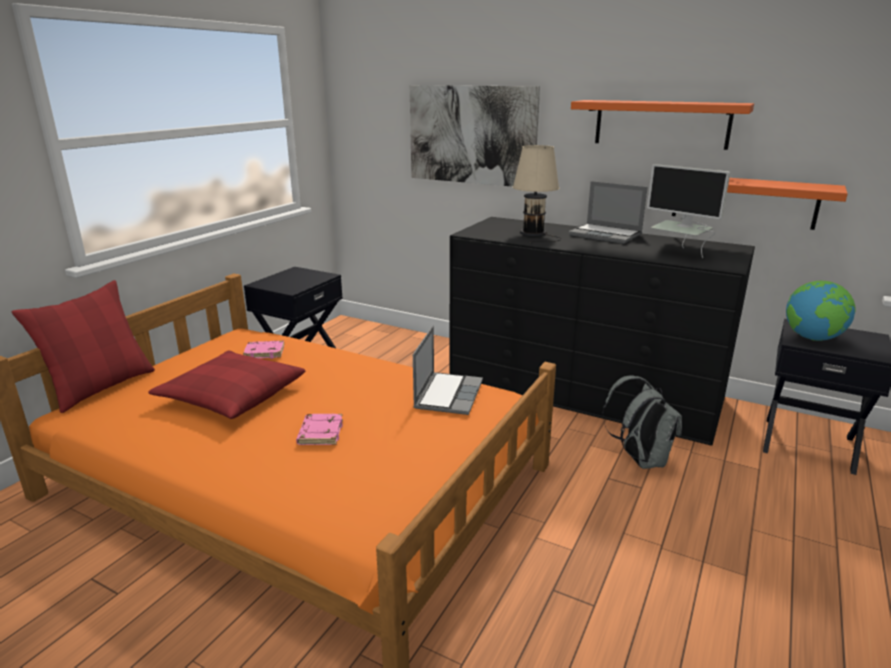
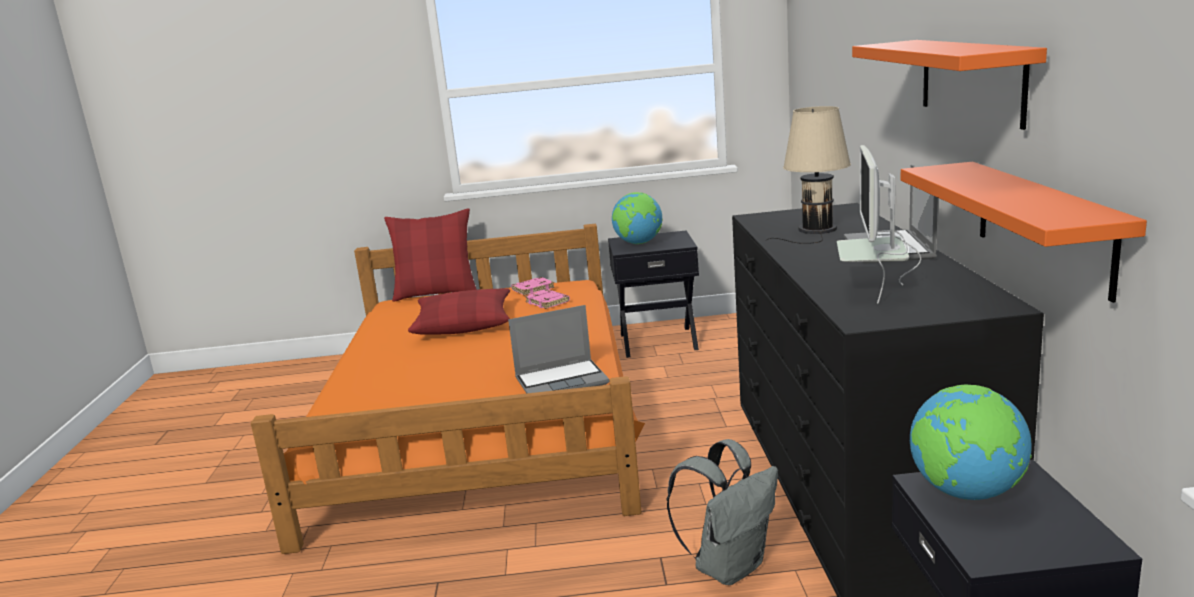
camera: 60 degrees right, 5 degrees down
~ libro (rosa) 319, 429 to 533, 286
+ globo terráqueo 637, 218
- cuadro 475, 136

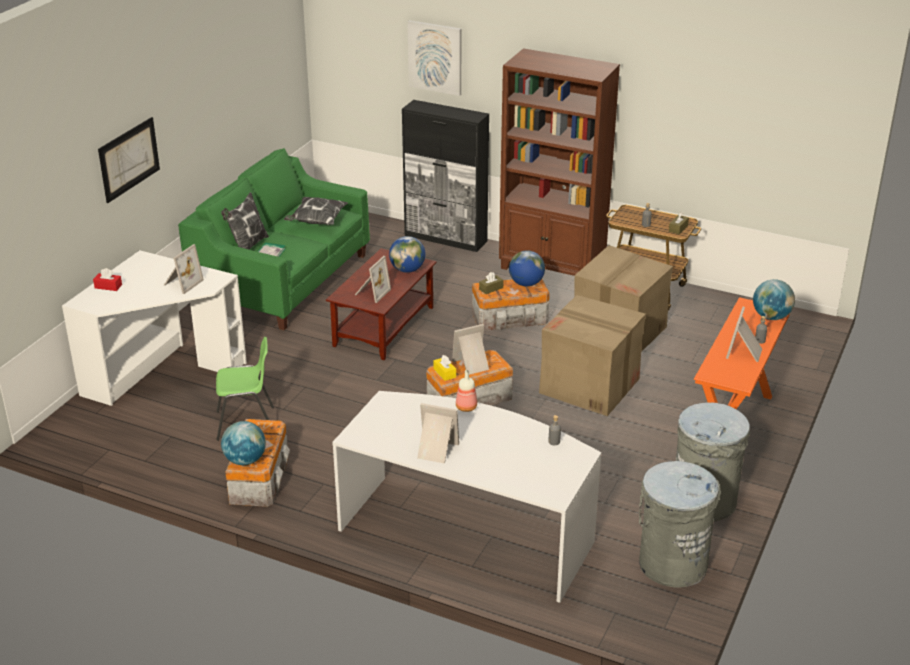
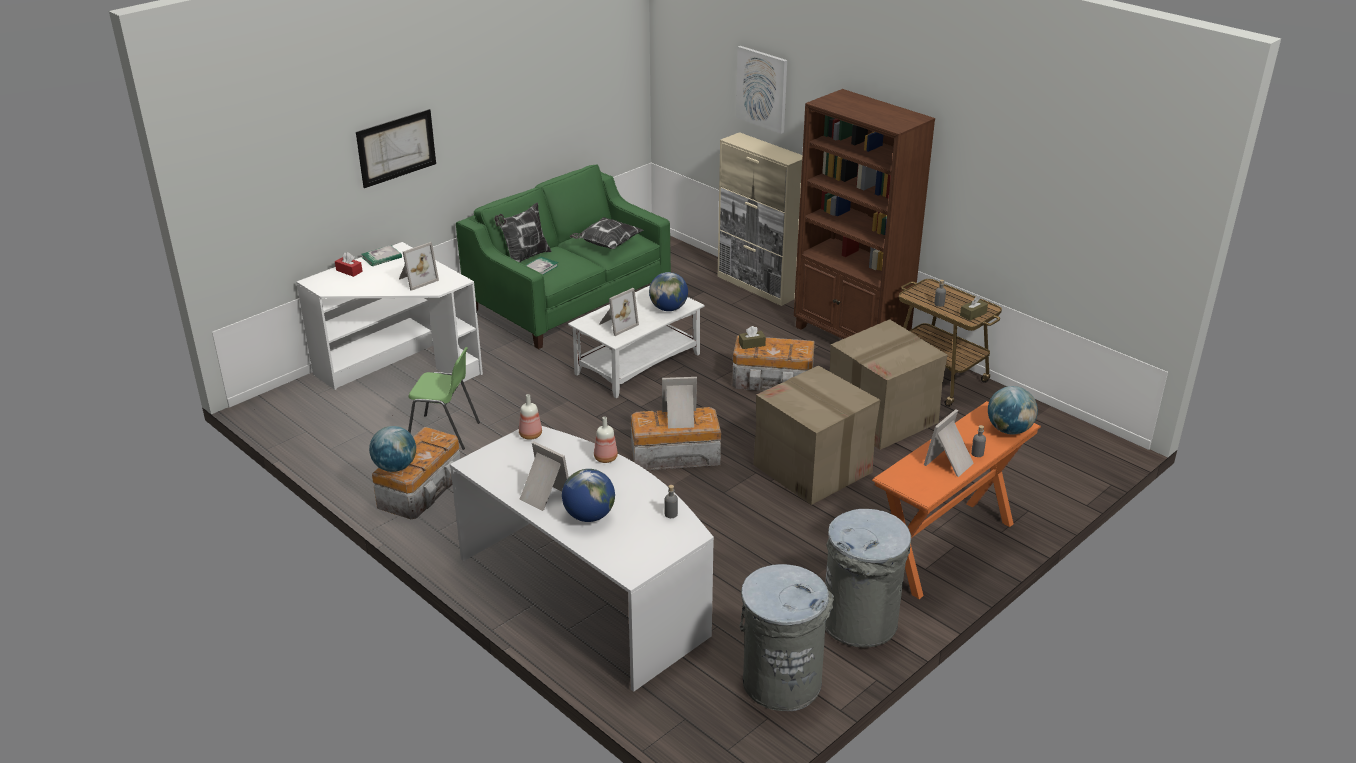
camera: 20 degrees right, 0 degrees up
+ libro 382, 255
+ botella 530, 417
~ globo terráqueo 527, 268 to 588, 495
~ mesa de centro (marrón) 381, 304 to mesa de centro (blanco) 636, 342
~ armario (negro) 445, 176 to armario (beis) 760, 219
- caja de pañuelos (amarillo) 445, 368

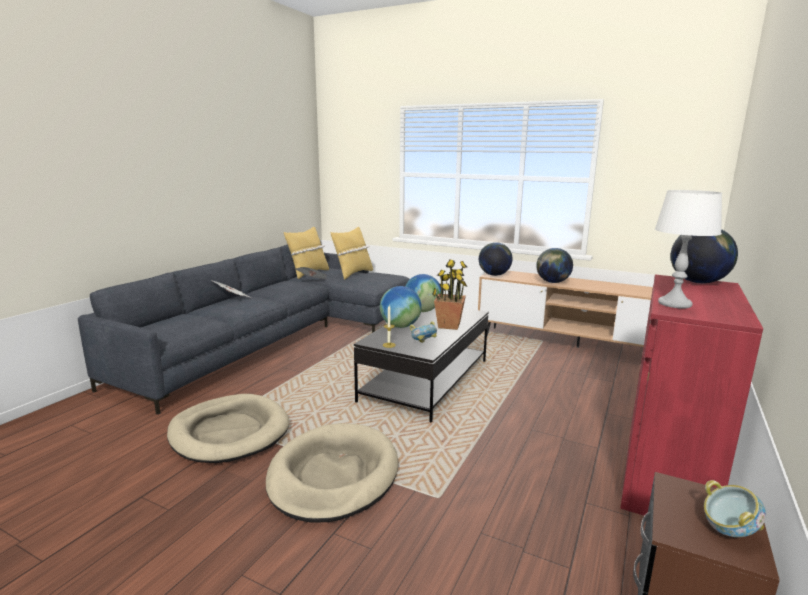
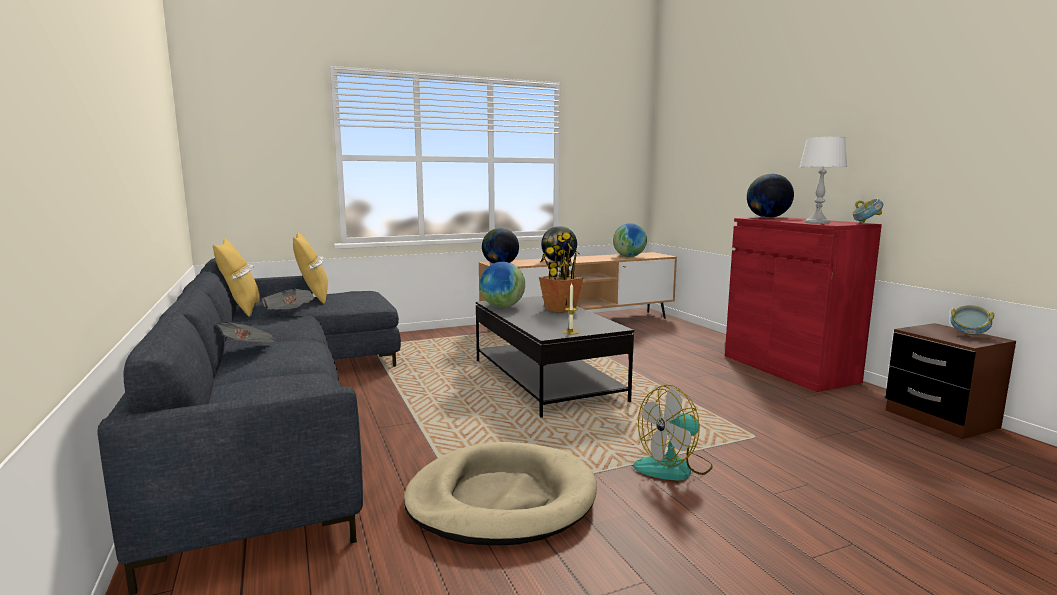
camera: 50 degrees left, 5 degrees down
~ globo terráqueo 401, 307 to 630, 240
~ cama para perro (beis) 332, 472 to ventilador 673, 432
~ cuenco 423, 332 to 867, 211

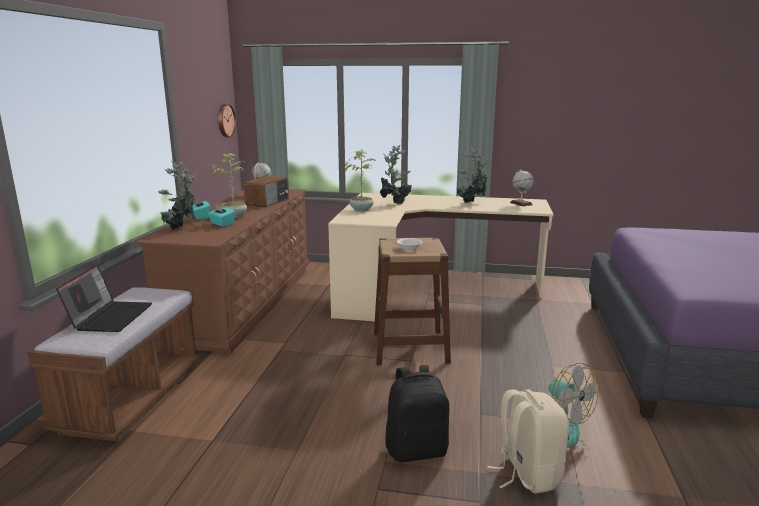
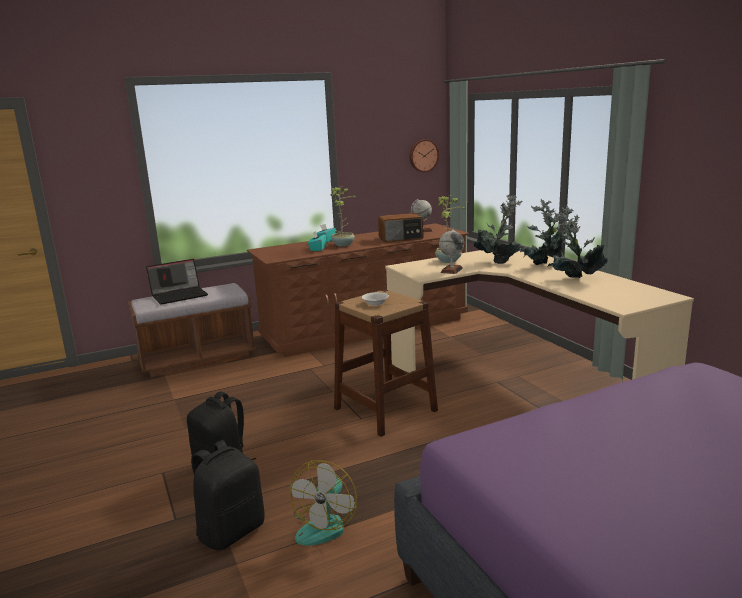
camera: 55 degrees right, 0 degrees up
~ mochila (beis) 528, 441 to mochila (negro) 227, 495
~ globo terráqueo 522, 187 to 451, 251
~ planta en maceta 177, 195 to 544, 232

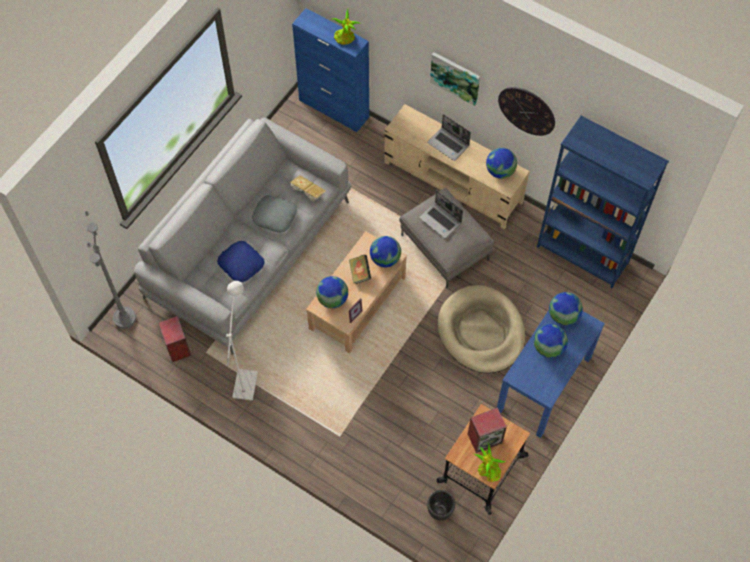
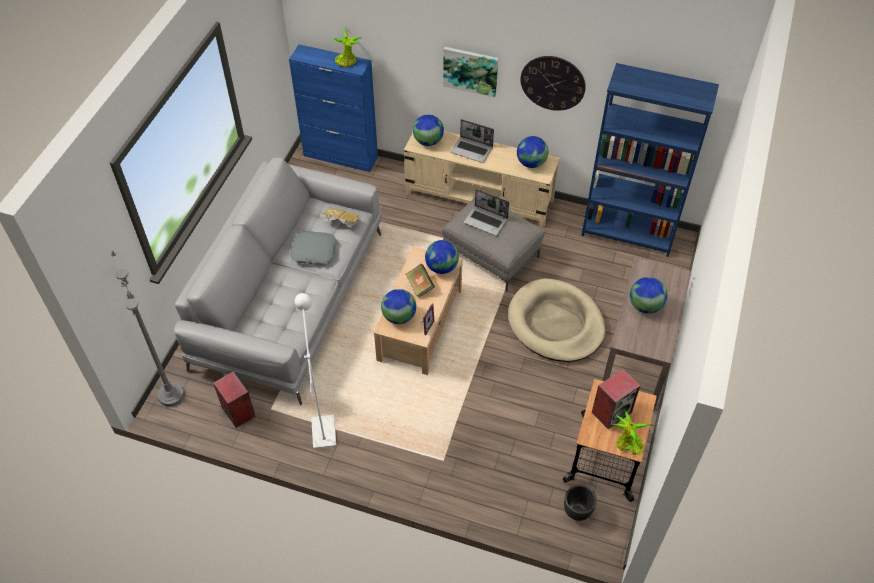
camera: 15 degrees left, 10 degrees down
~ globo terráqueo 566, 308 to 428, 130
~ mesa consola (azul) 551, 374 to mesa consola (marrón) 647, 334
- cojín (azul) 241, 261

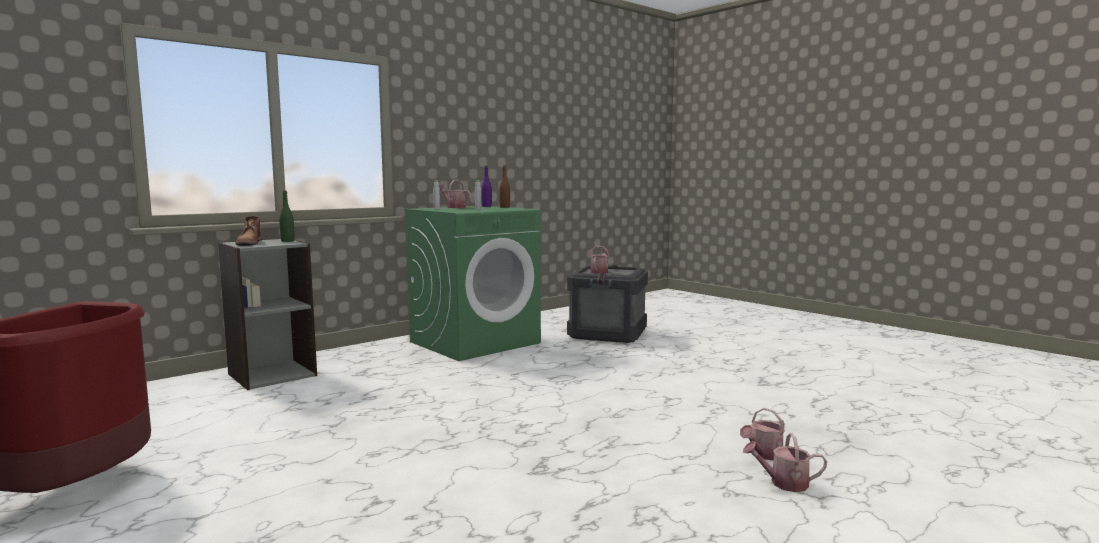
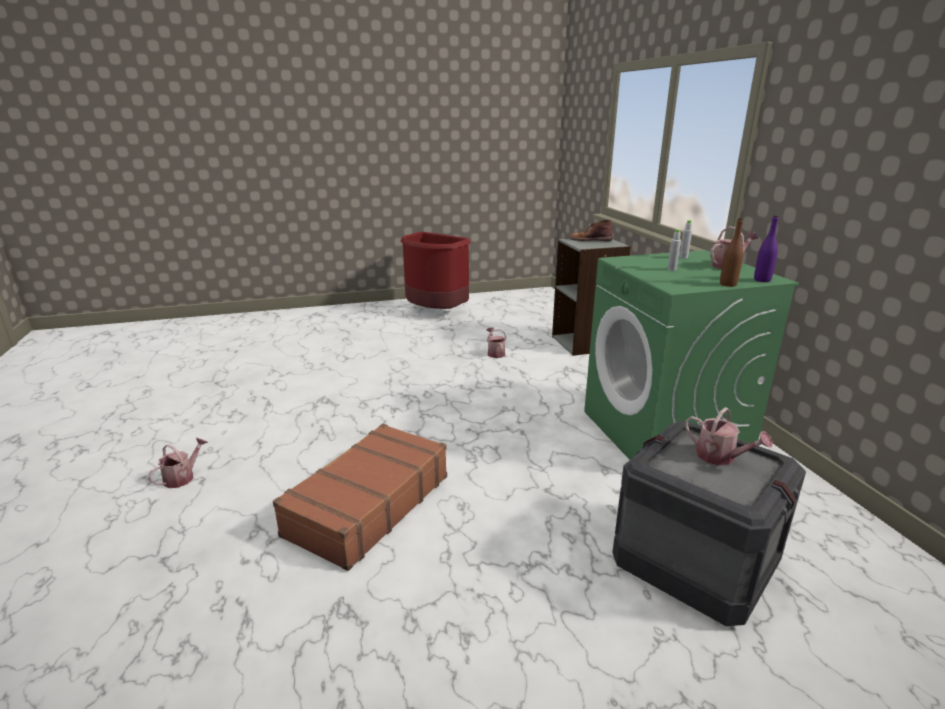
camera: 115 degrees right, 15 degrees up
+ maleta (marrón) 360, 497
~ regadera 762, 434 to 496, 342
- botella (verde) 287, 216

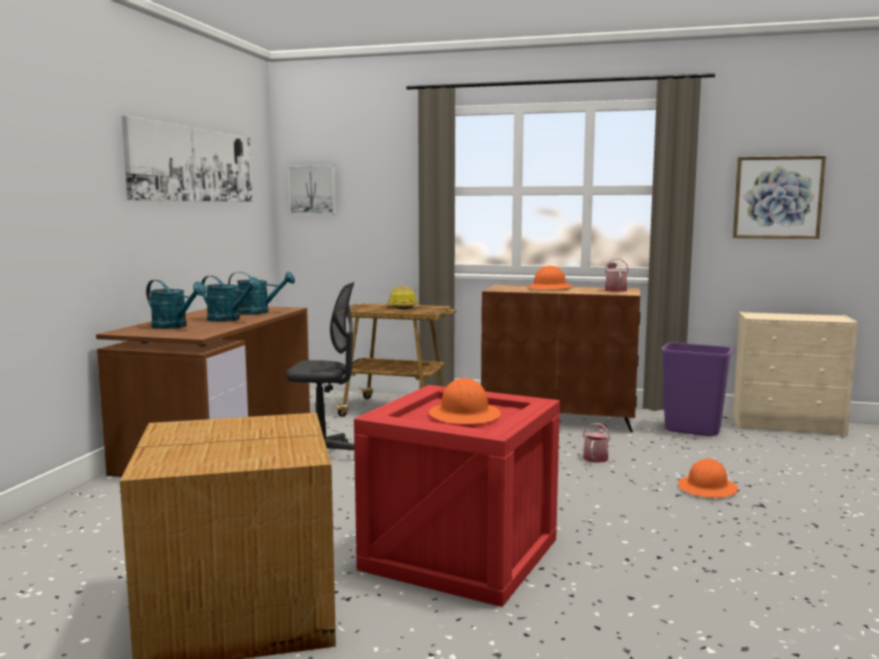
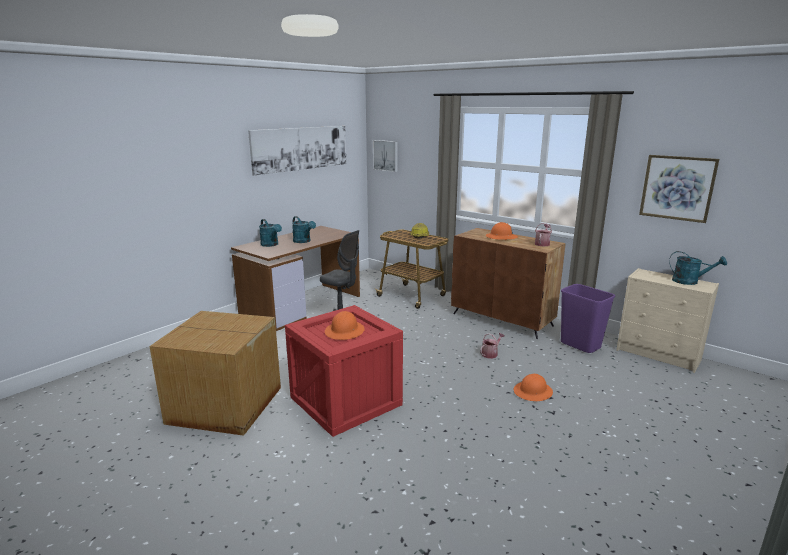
camera: 25 degrees right, 10 degrees up
~ regadera (turquesa) 261, 293 to 698, 268

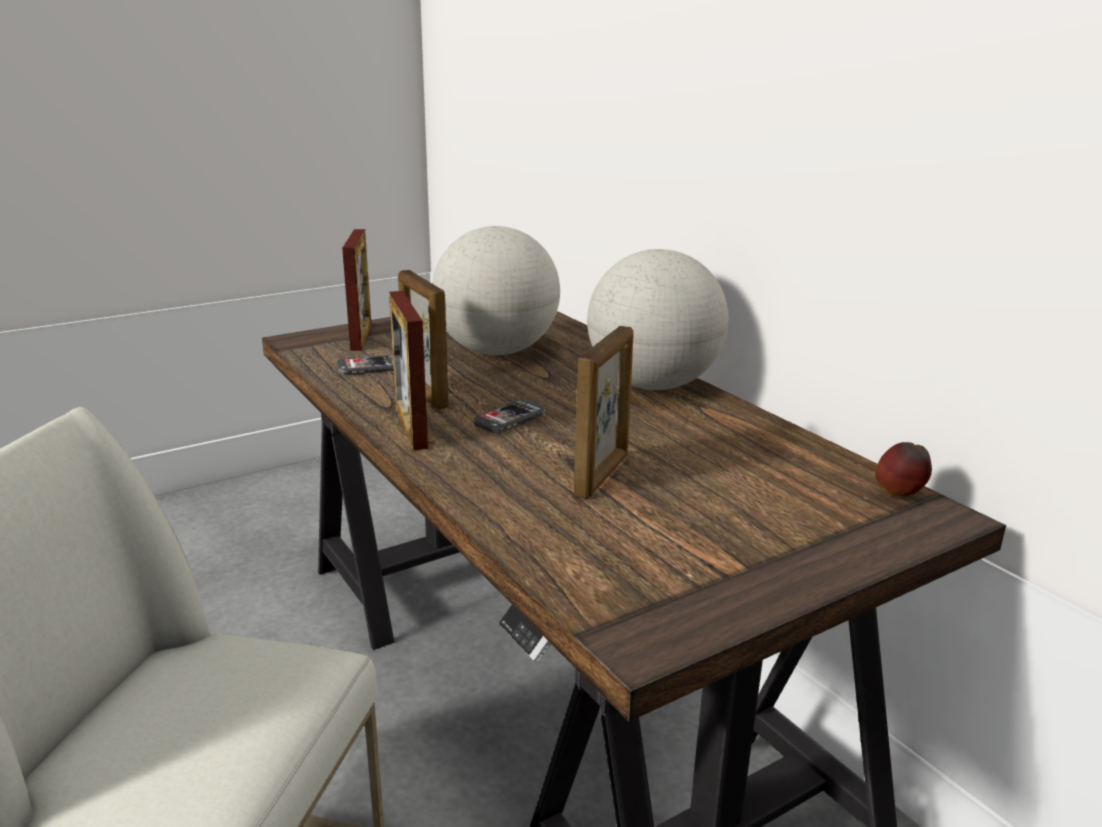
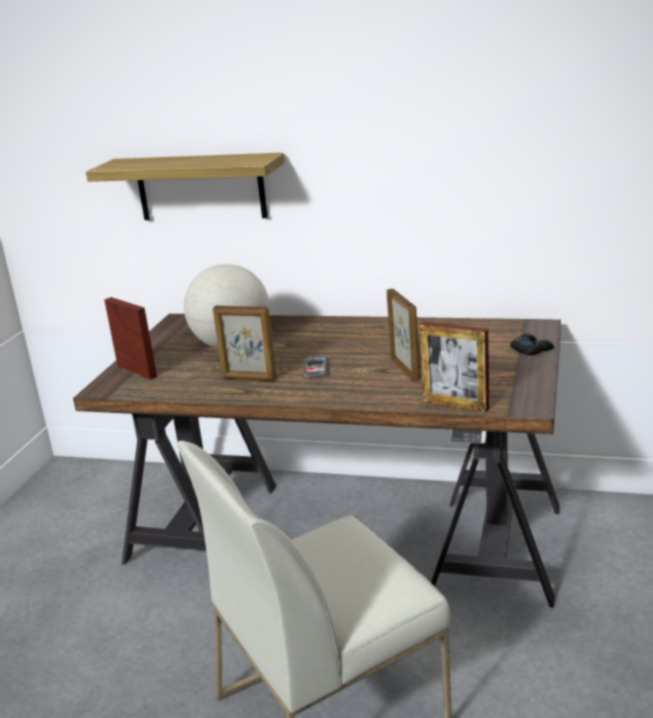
camera: 40 degrees left, 0 degrees up
+ estante 185, 186
~ portarretratos 408, 370 to 454, 366
+ mando de consola (negro) 532, 344
- móvil 364, 365
- globo terráqueo 658, 319
- manzana 903, 469

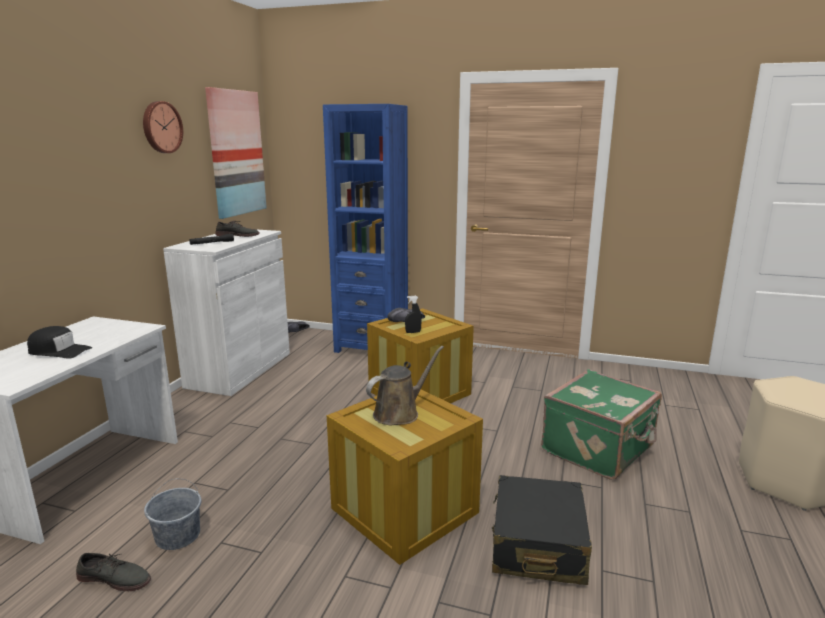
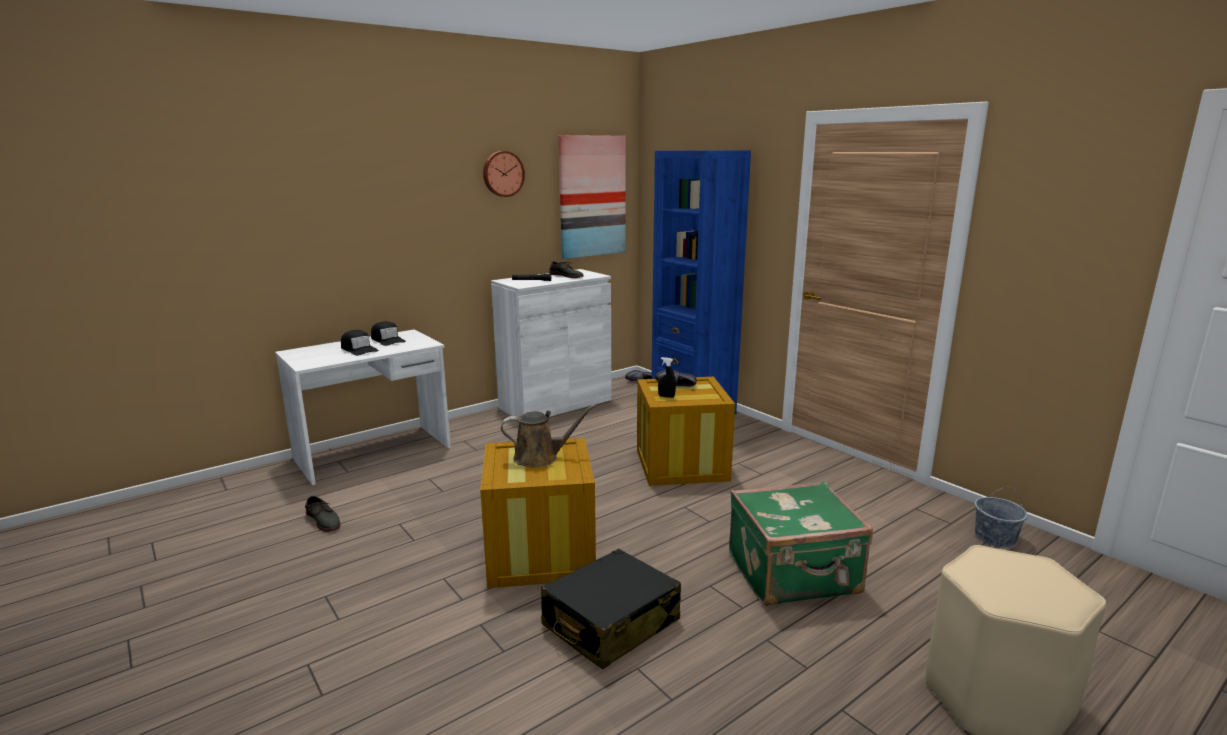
camera: 35 degrees right, 0 degrees up
+ gorra (negro) 388, 333
~ cubo (gris) 173, 514 to 1001, 517

